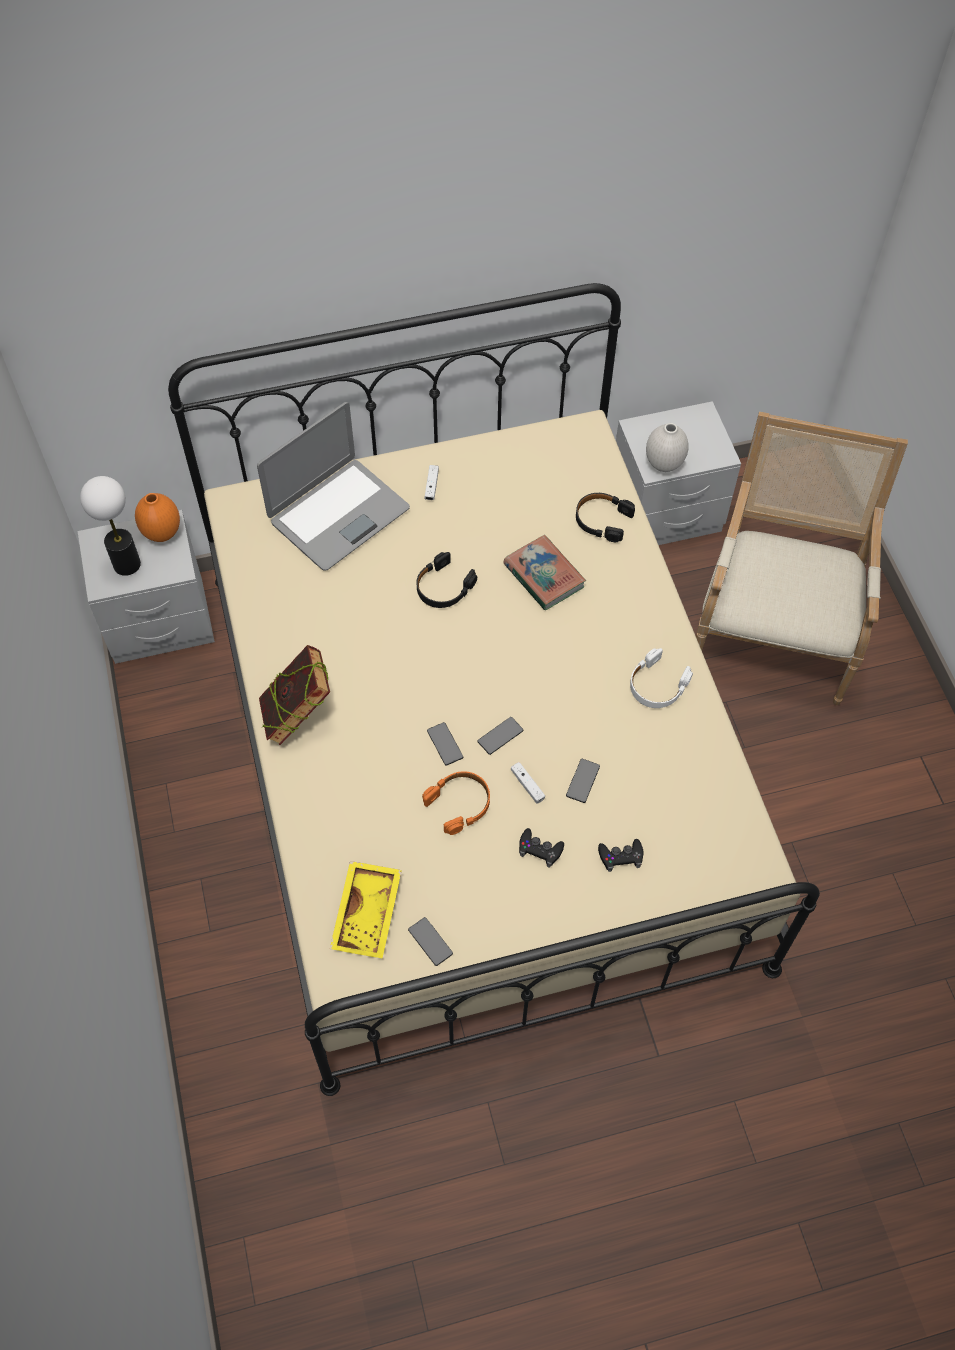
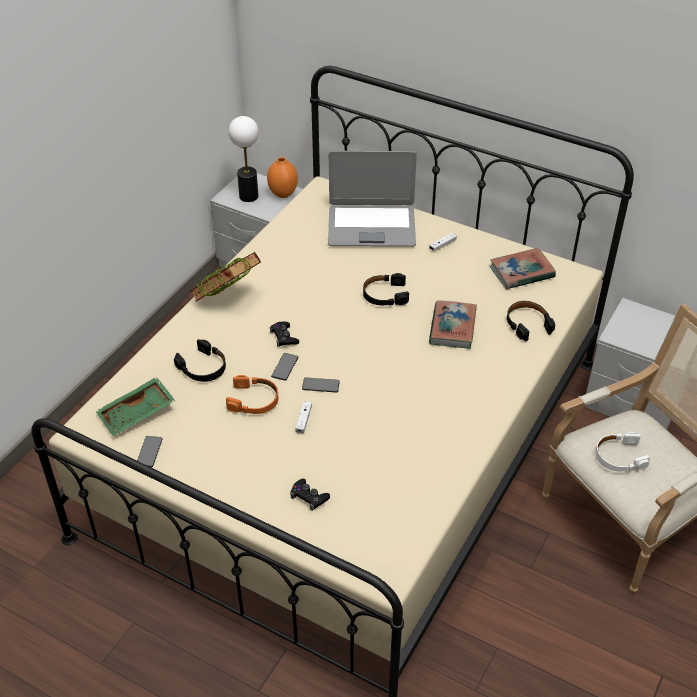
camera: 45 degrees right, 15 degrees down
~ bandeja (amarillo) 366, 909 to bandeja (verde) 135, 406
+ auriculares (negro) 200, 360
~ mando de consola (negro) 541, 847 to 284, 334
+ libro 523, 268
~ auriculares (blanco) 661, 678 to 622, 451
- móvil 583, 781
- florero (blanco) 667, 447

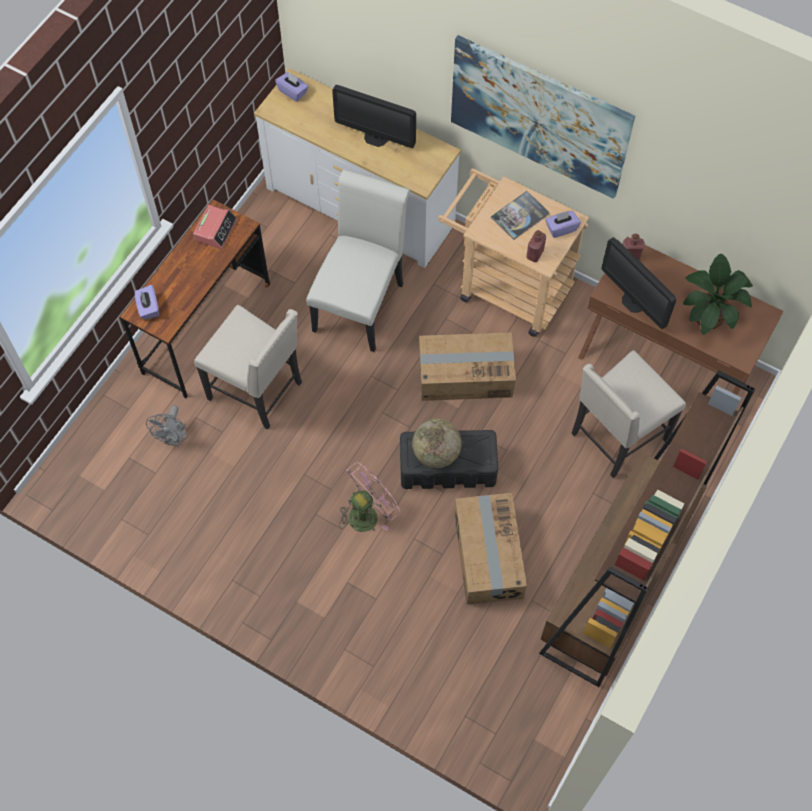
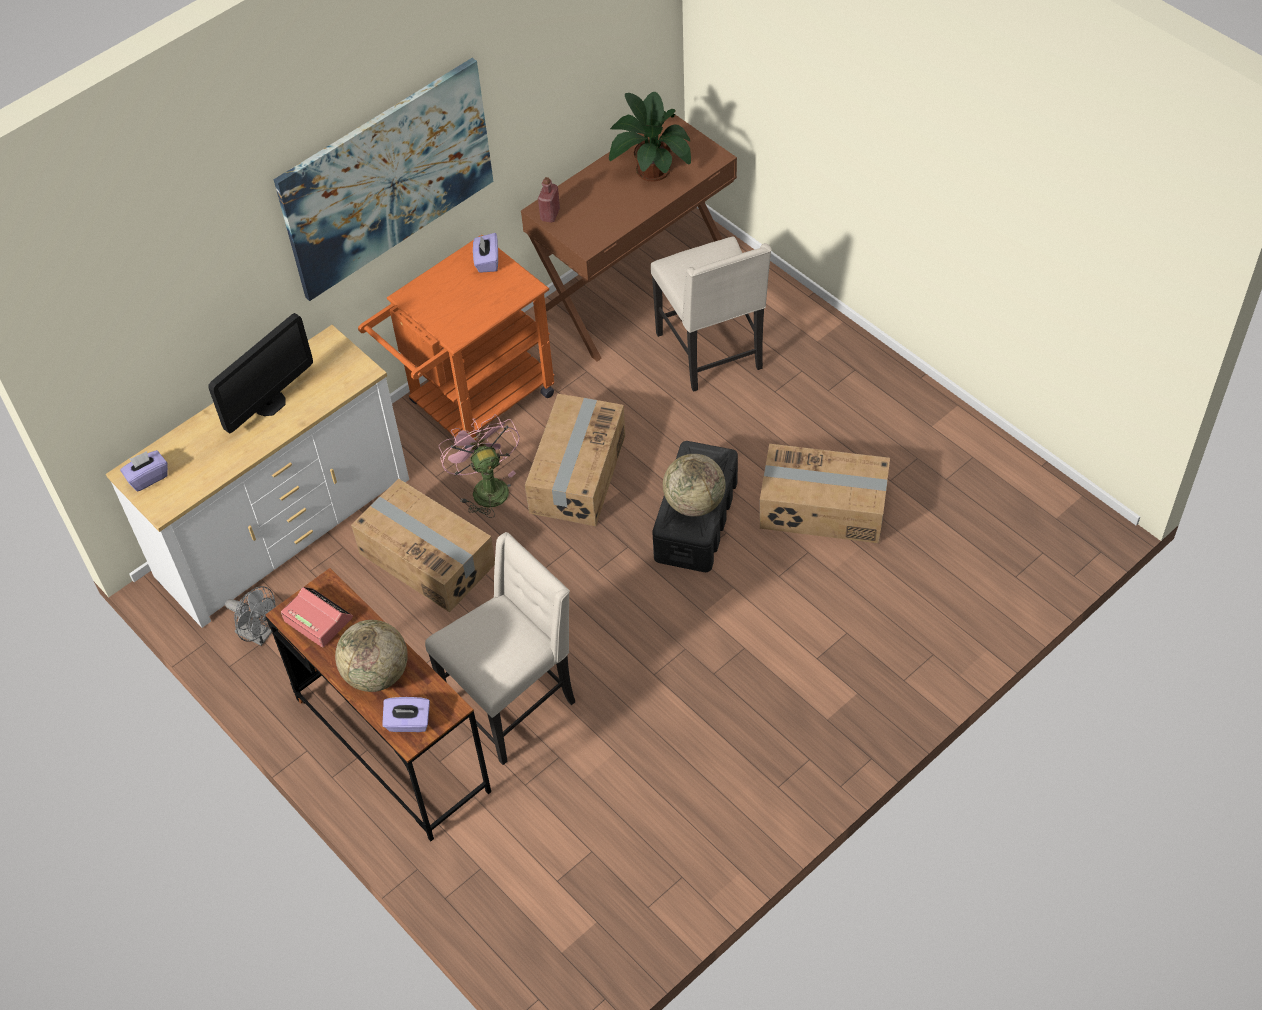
camera: 70 degrees left, 10 degrees down
~ ventilador (gris) 167, 425 to 250, 616
+ globo terráqueo 371, 656
~ silla (blanco) 358, 260 to caja de cartón 423, 545
~ carrito (beis) 513, 253 to carrito (naranja) 456, 343
~ ventilador (rosa) 369, 497 to 479, 466
- libro 520, 215
- botella (rojo) 536, 246
- estantería (marrón) 647, 528
- monitor 639, 283

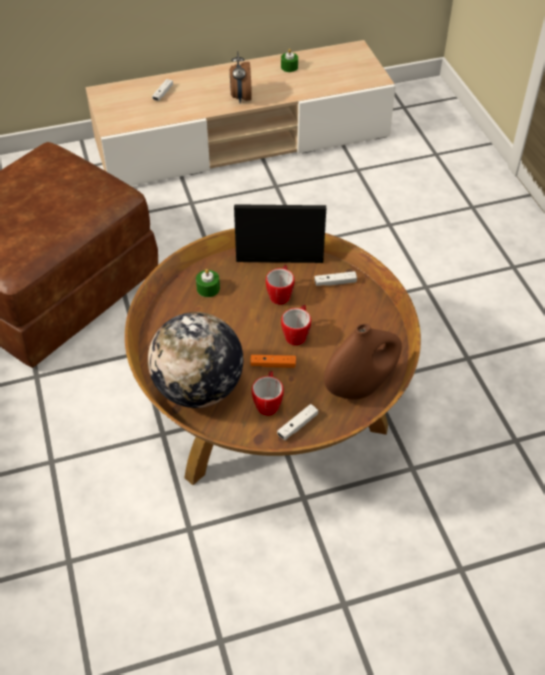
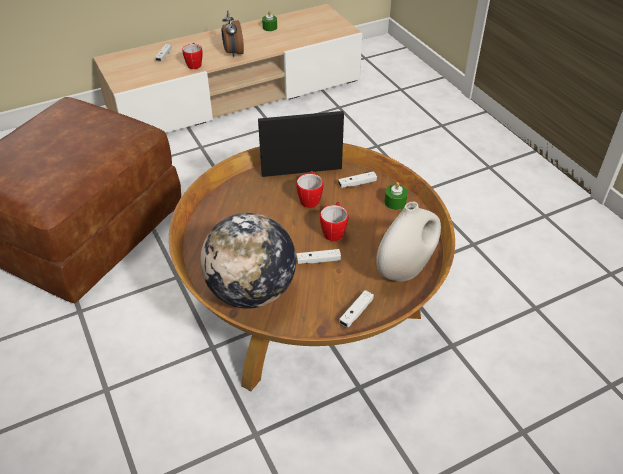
camera: 10 degrees left, 5 degrees down
~ taza grande 268, 393 to 192, 56
~ mando de consola (naranja) 273, 361 to mando de consola (blanco) 318, 256
~ florero (marrón) 363, 361 to florero (blanco) 408, 242
~ vela (verde) 208, 283 to 396, 196

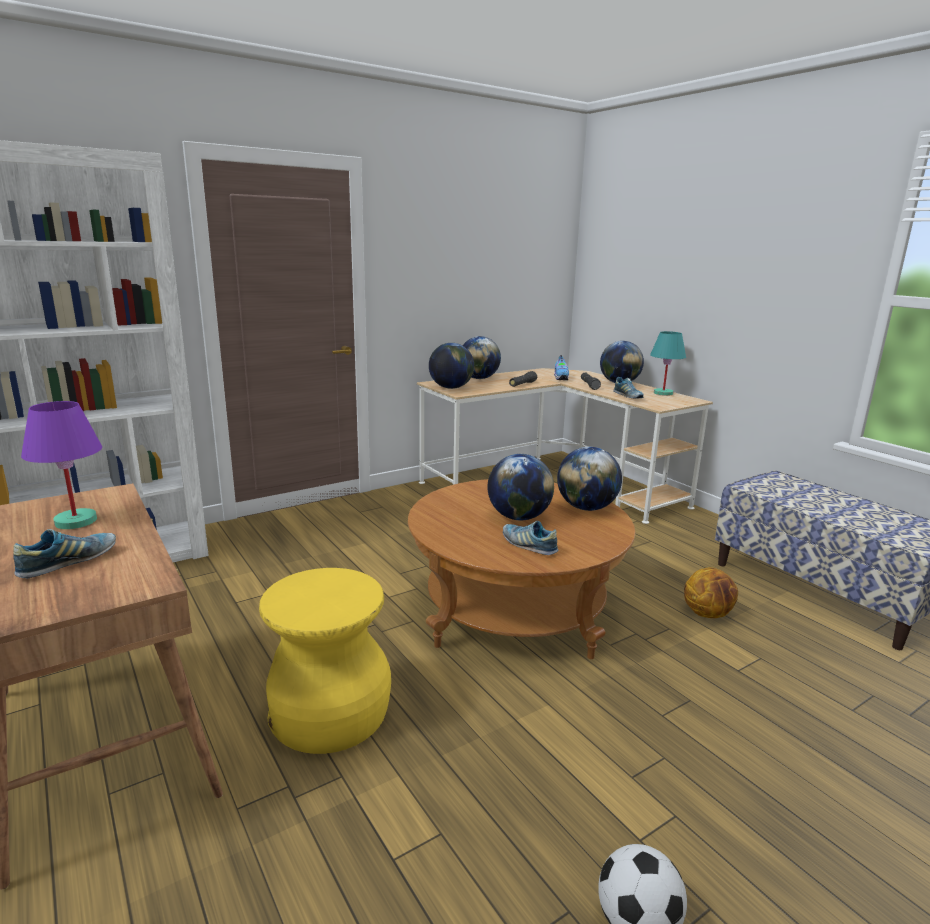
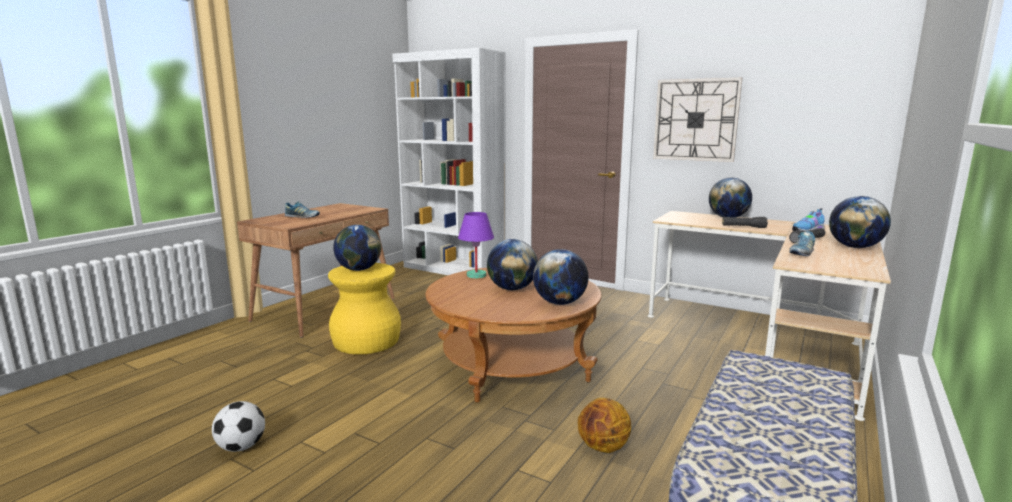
camera: 65 degrees right, 5 degrees down
~ globo terráqueo 451, 366 to 357, 248
~ lámpara de mesa (morado) 61, 465 to 476, 245
+ reloj de pared 697, 119
- zapato 530, 538
- lámpara de mesa (turquesa) 668, 363

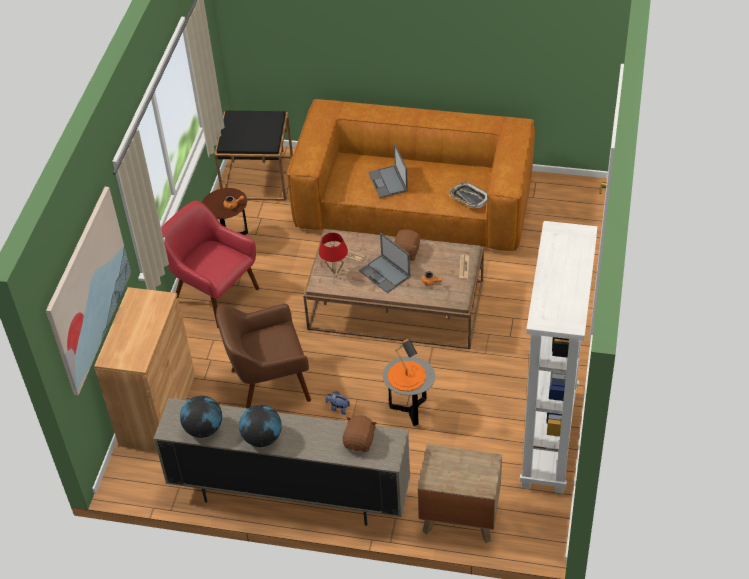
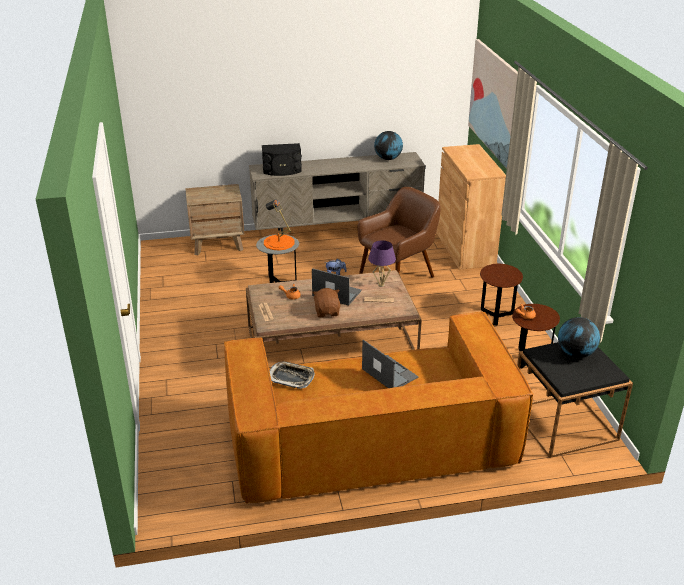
camera: 155 degrees right, 15 degrees down
~ peluche (marrón) 359, 433 to altavoz (negro) 282, 159
~ lámpara de mesa (rojo) 333, 254 to lámpara de mesa (morado) 382, 264
~ sillón (rojo) 210, 264 to mesa auxiliar (marrón) 501, 295
~ globo terráqueo 260, 426 to 579, 337
- estantería (blanco) 559, 357

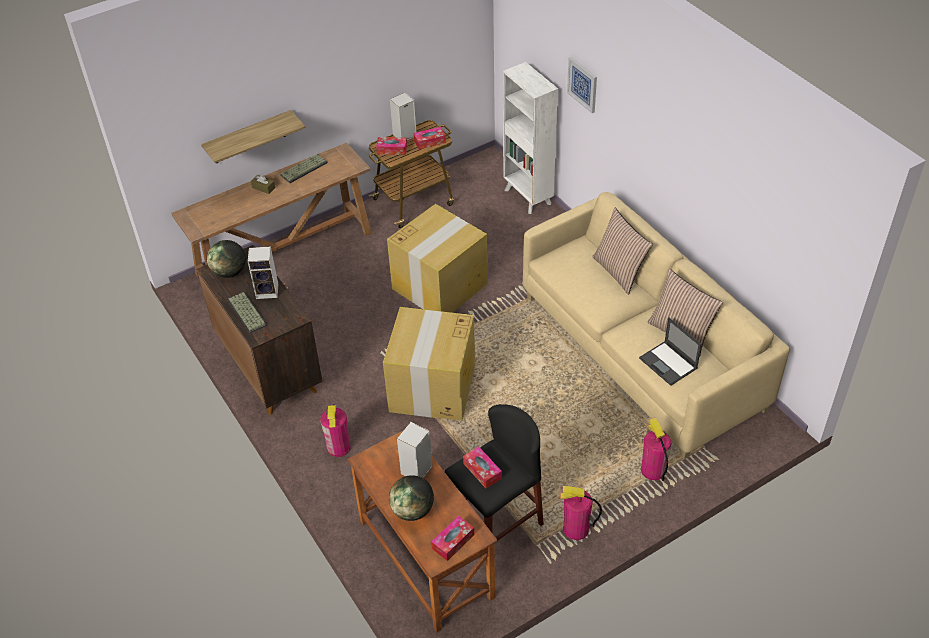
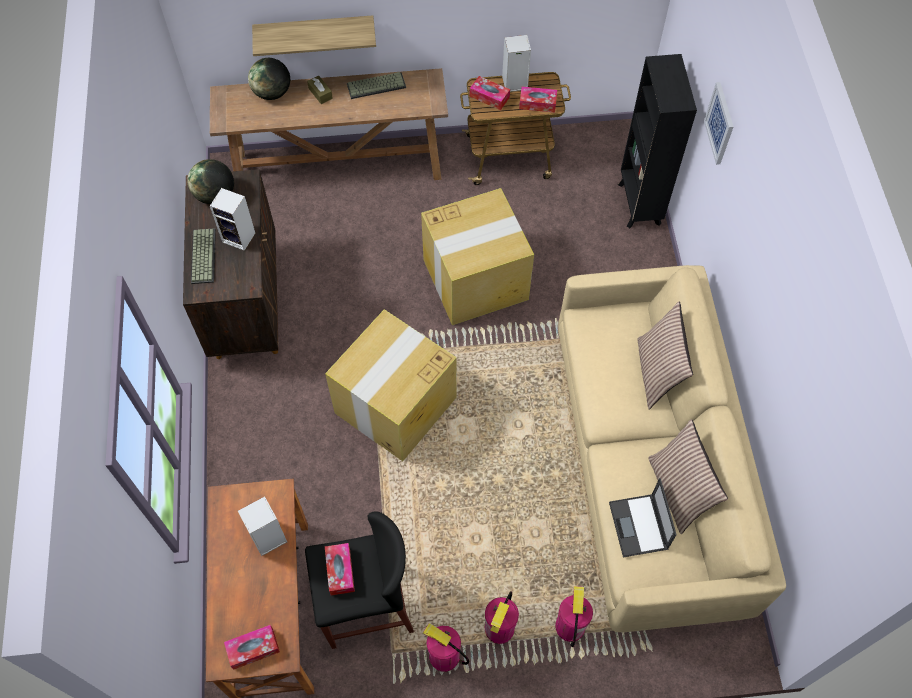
camera: 25 degrees right, 15 degrees up
~ globo terráqueo 411, 498 to 269, 79
~ extintor 335, 431 to 502, 617
~ estantería (blanco) 530, 138 to estantería (negro) 657, 141

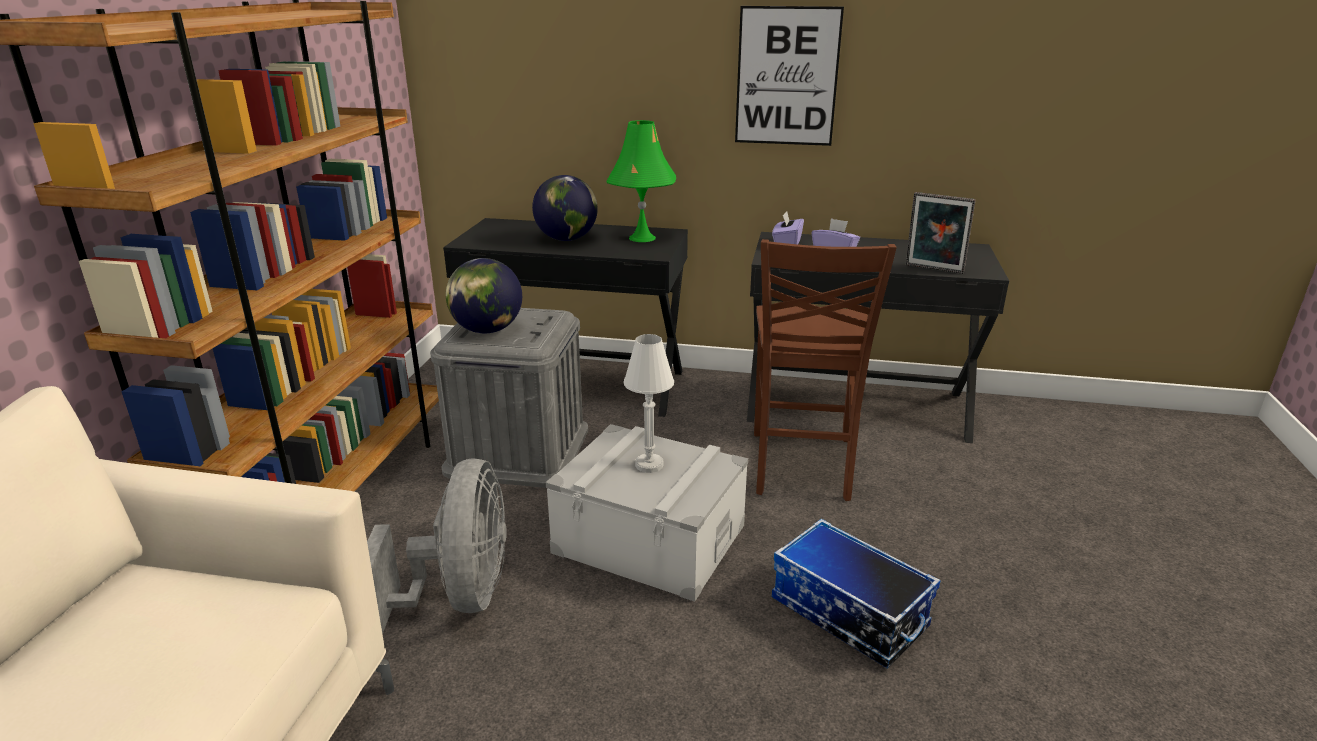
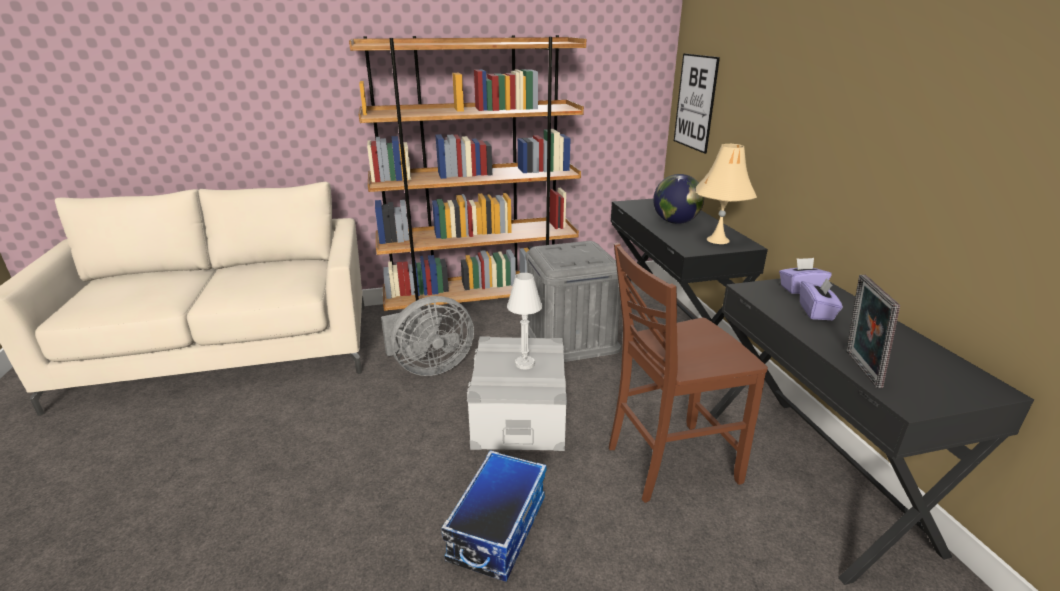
camera: 65 degrees right, 0 degrees up
~ cuadro 789, 76 to 697, 103
~ lámpara de mesa (verde) 641, 181 to lámpara de mesa (beis) 726, 194
- globo terráqueo 484, 295

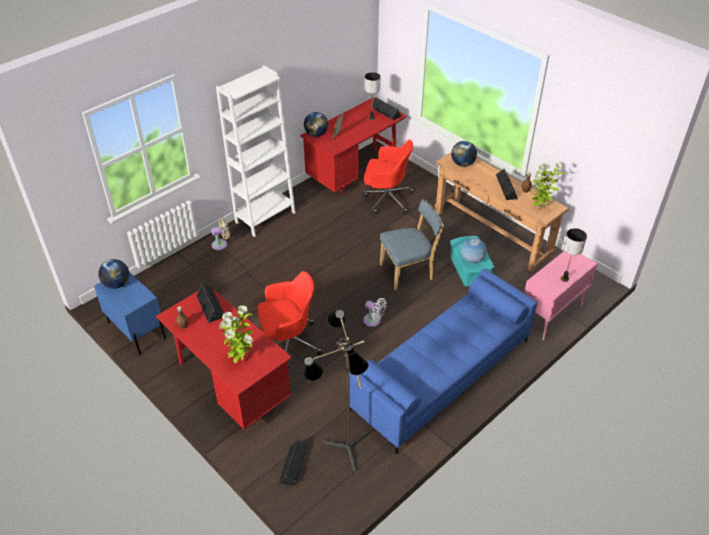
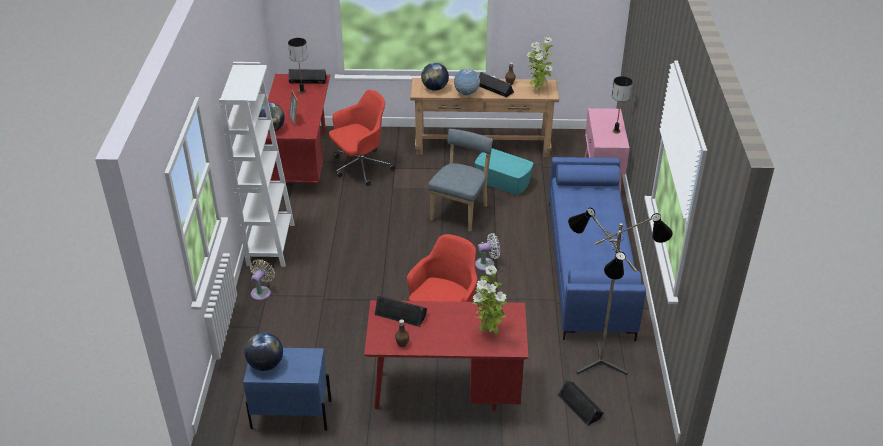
camera: 45 degrees left, 5 degrees down
~ globo terráqueo 474, 250 to 467, 81

